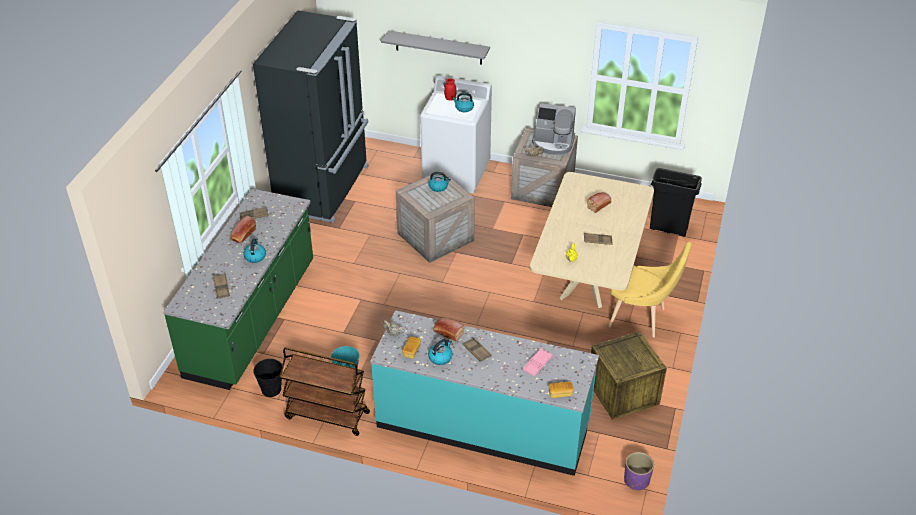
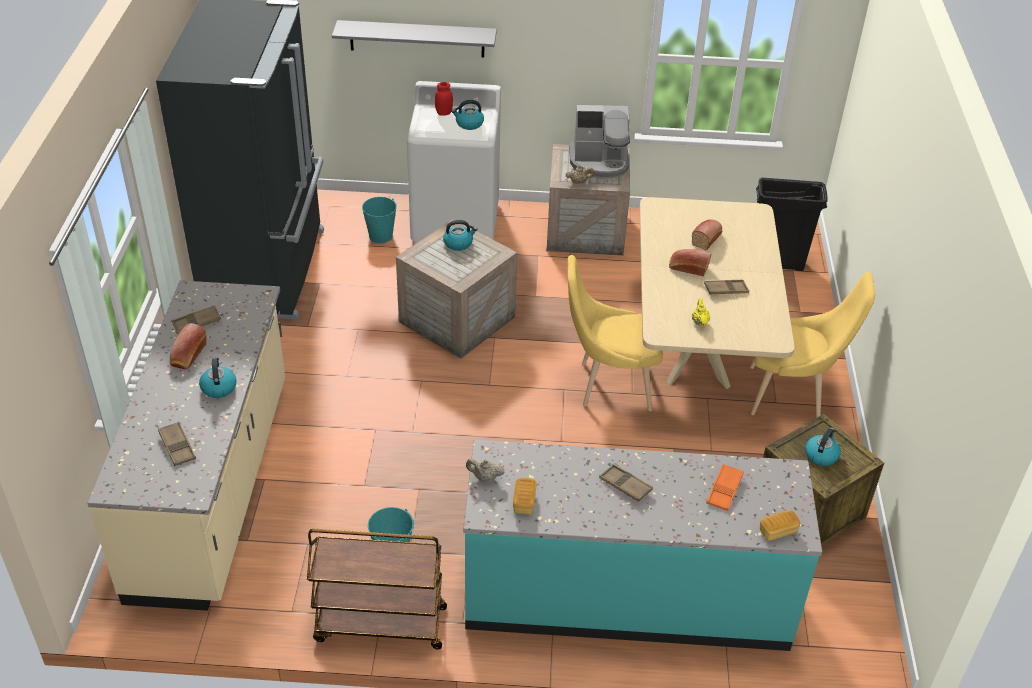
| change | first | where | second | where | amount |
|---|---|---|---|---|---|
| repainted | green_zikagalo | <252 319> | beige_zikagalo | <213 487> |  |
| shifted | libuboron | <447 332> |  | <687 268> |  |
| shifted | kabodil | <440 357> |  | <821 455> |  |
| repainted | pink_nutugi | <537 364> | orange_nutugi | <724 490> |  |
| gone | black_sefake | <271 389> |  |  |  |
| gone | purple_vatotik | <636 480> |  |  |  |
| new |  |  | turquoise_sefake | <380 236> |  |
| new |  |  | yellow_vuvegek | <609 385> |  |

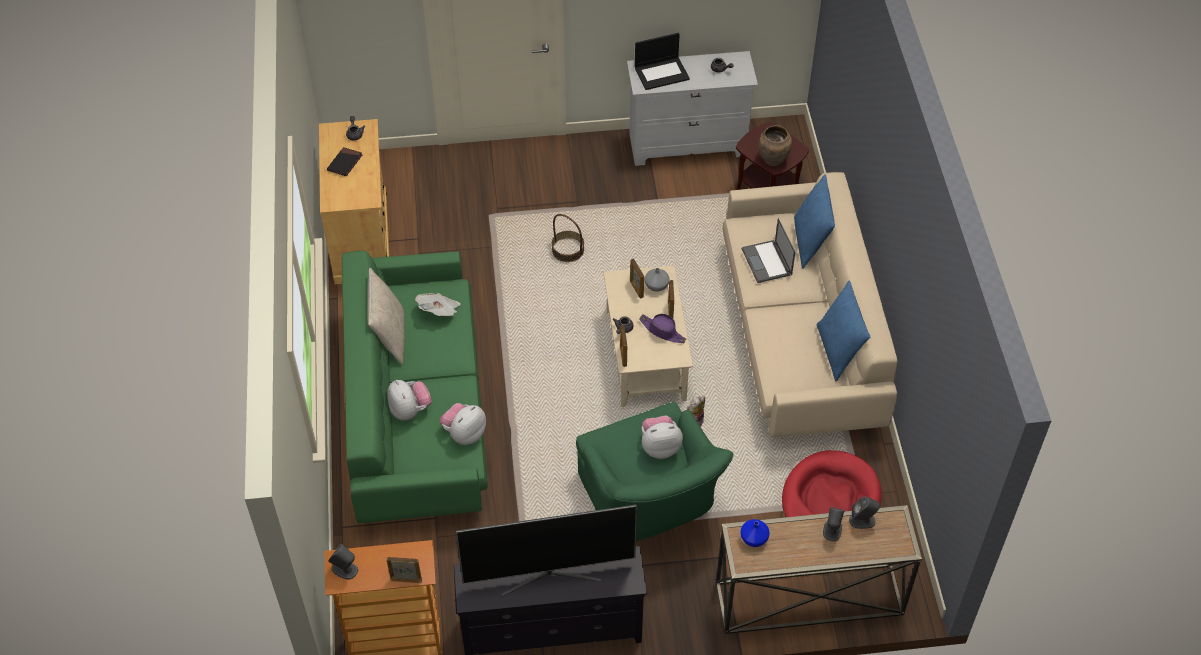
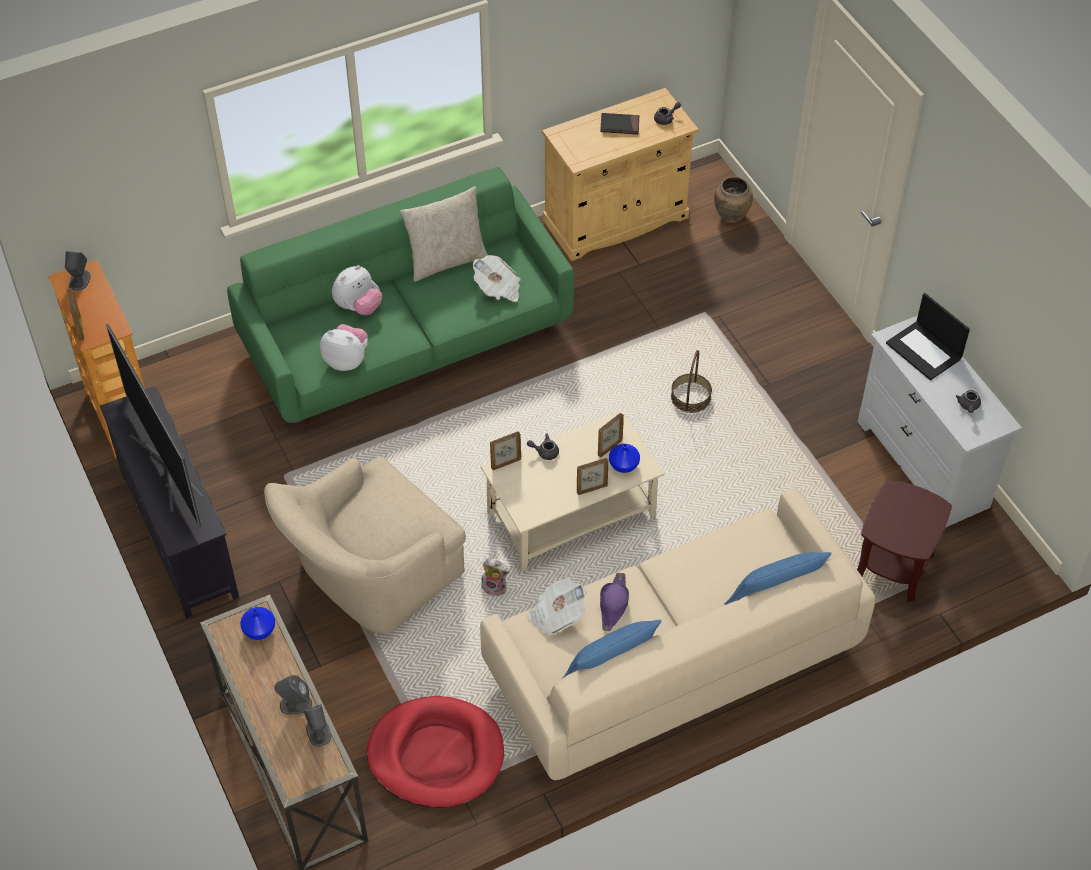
| change | first | where | second | where | amount |
|---|---|---|---|---|---|
| shifted | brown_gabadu | <773 160> |  | <731 217> |  |
| gone | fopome | <767 262> |  |  |  |
| repainted | grey_gabadu | <656 286> | blue_gabadu | <623 465> |  |
| shifted | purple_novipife | <662 331> |  | <613 604> |  |
| repainted | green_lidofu | <650 501> | beige_lidofu | <369 576> |  |
| gone | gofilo | <660 447> |  |  |  |
| new |  |  | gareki | <556 615> |  |

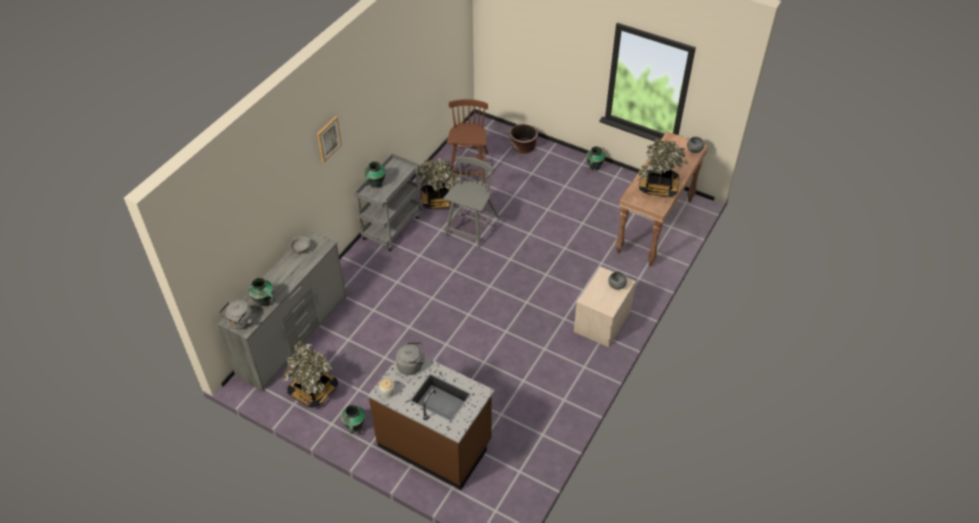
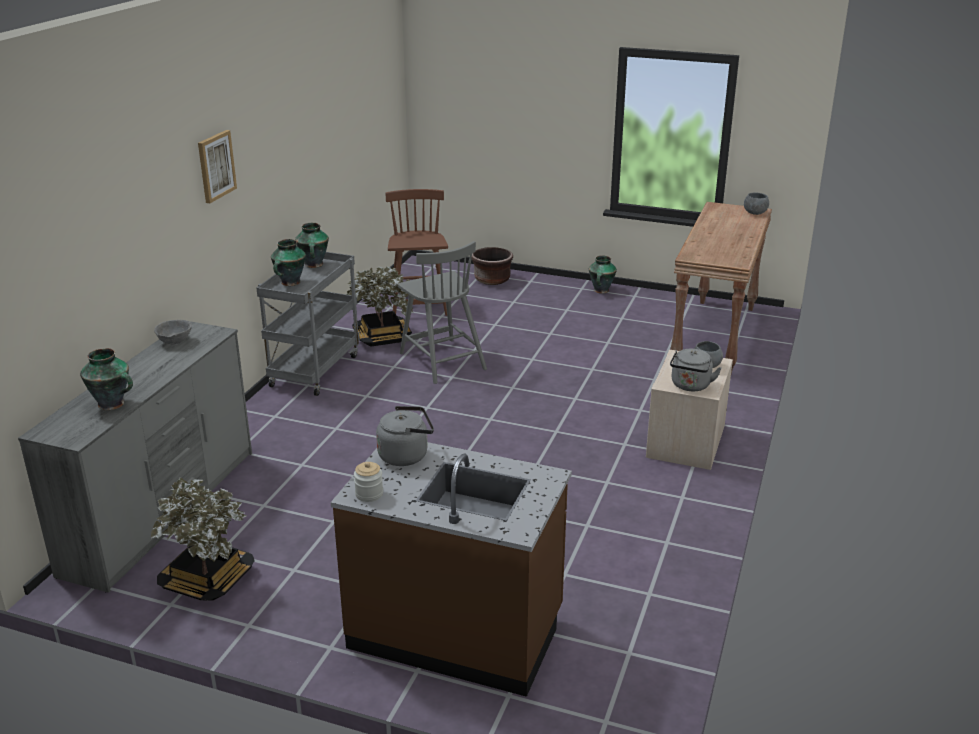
| change | first | where | second | where | amount |
|---|---|---|---|---|---|
| gone | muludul | <658 187> |  |  |  |
| rotated | grey_vuvegek | <472 227> |  | <442 360> | 135 degrees clockwise |
| shifted | grey_kabodil | <240 323> |  | <690 386> |  |
| shifted | gabadu | <355 427> |  | <314 265> |  |

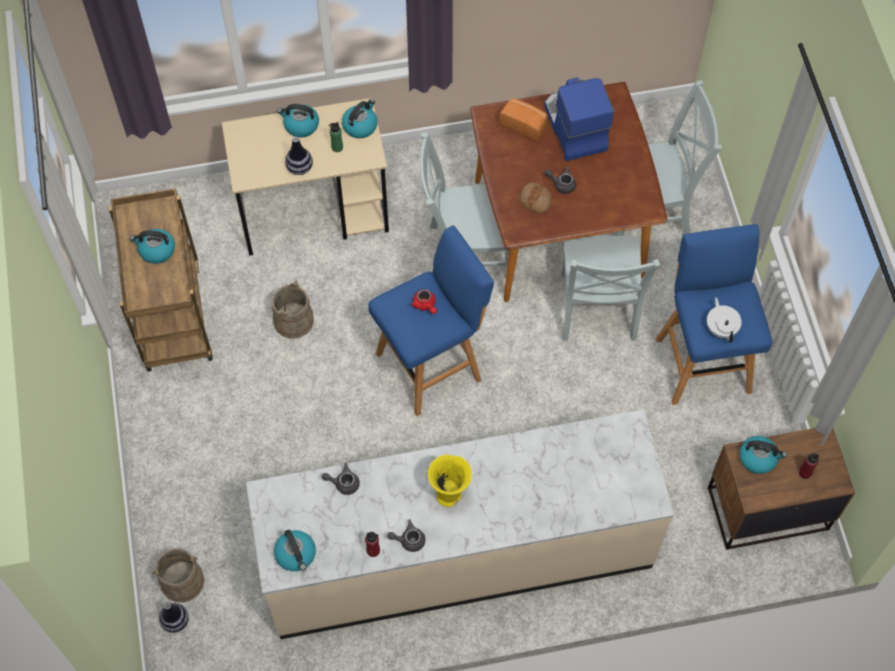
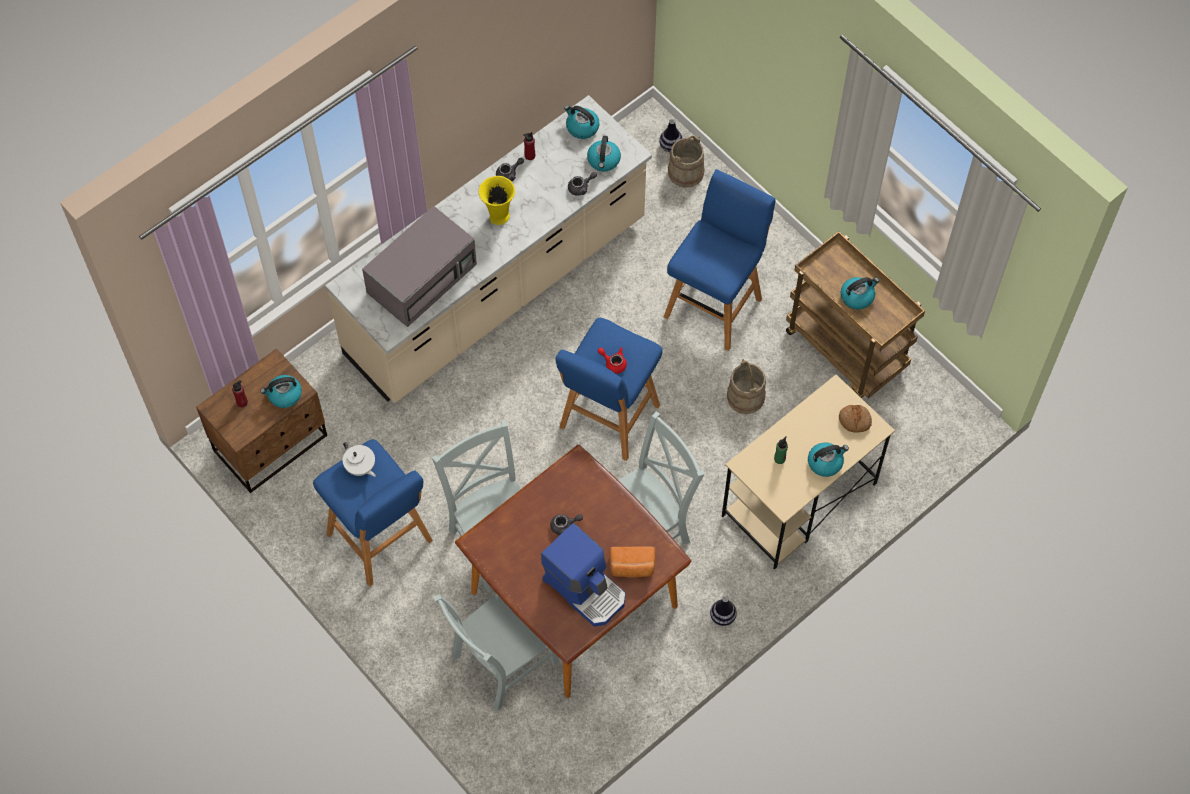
| change | first | where | second | where | amount |
|---|---|---|---|---|---|
| shifted | kabodil | <360 125> |  | <604 160> |  |
| shifted | gabadu | <300 167> |  | <722 617> |  |
| shifted | libuboron | <535 200> |  | <854 420> |  |
| new |  |  | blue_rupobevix | <714 305> |  |
| new |  |  | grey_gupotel | <423 277> |  |

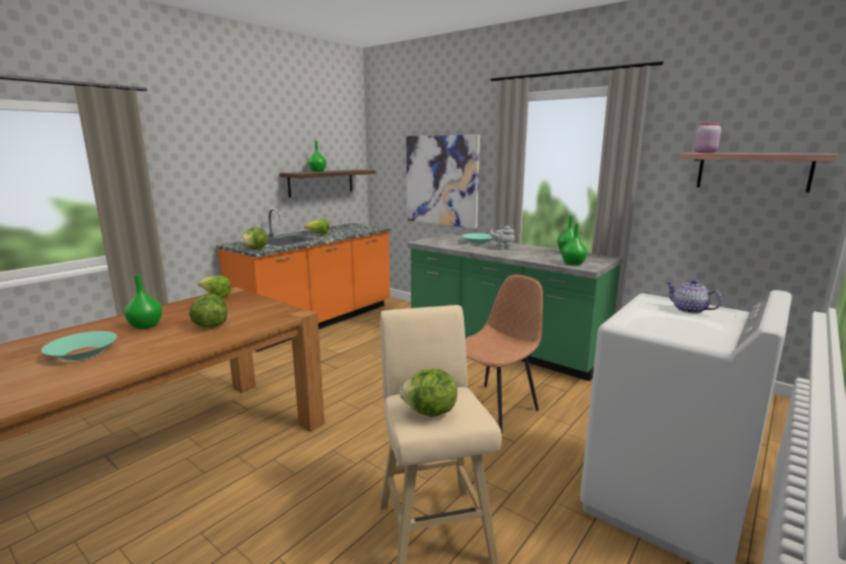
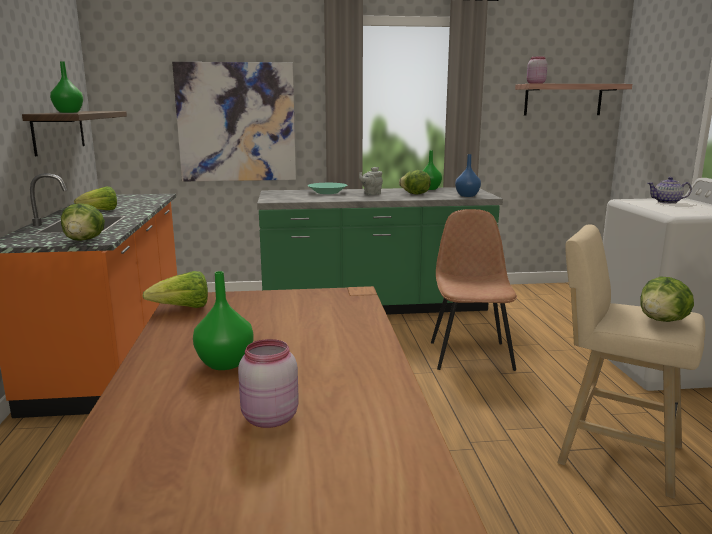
| change | first | where | second | where | amount |
|---|---|---|---|---|---|
| repainted | green_gabadu | <573 263> | blue_gabadu | <466 195> |  |
| shifted | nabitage | <210 326> |  | <415 194> |  |
| swapped | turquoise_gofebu | <82 353> | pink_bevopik | <268 418> |  |

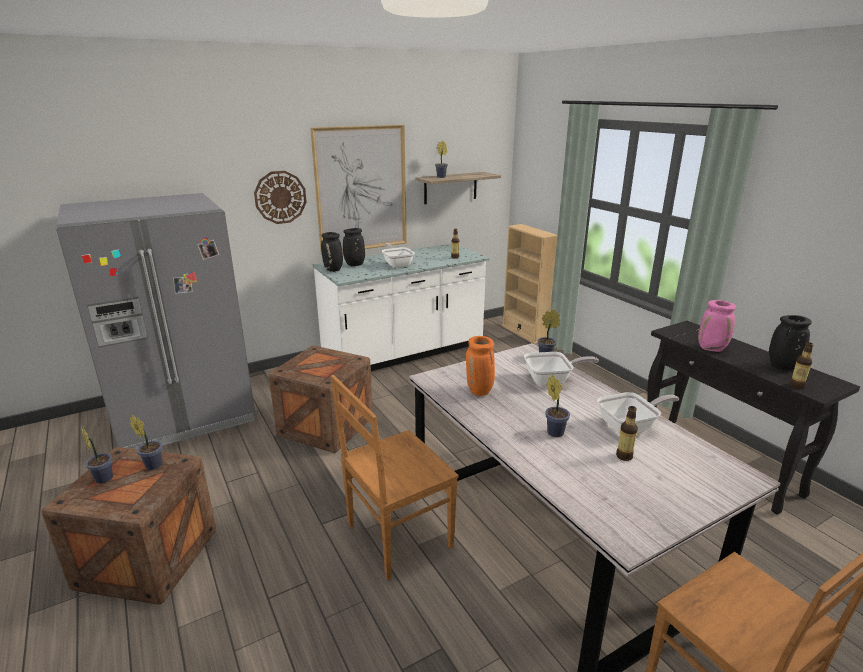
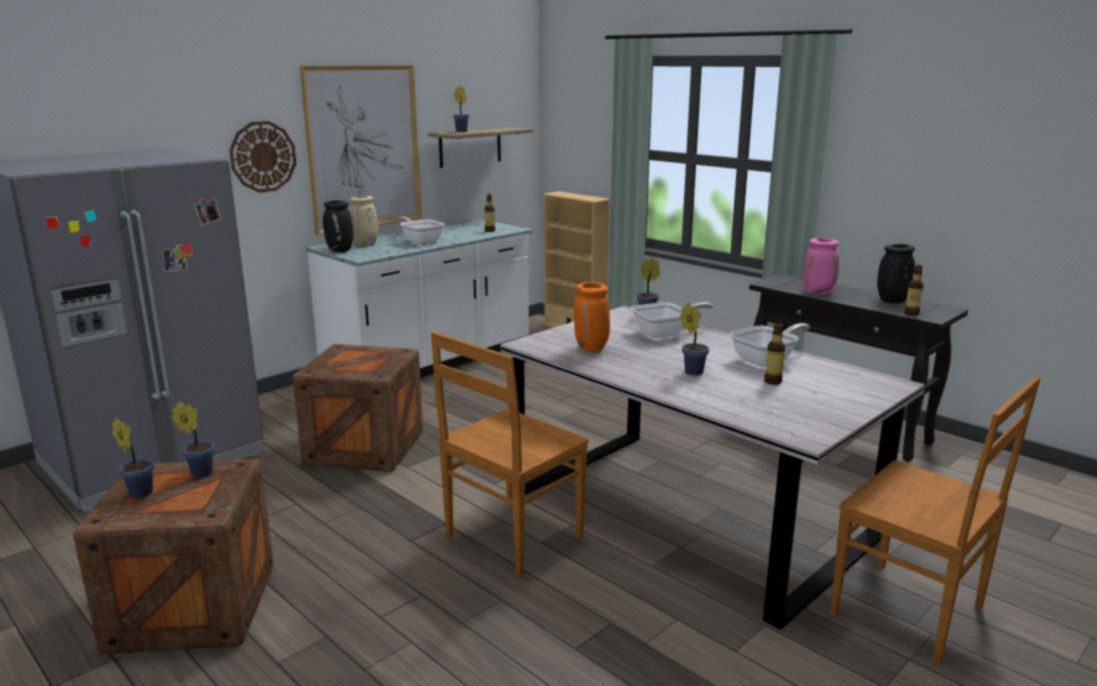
| change | first | where | second | where | amount |
|---|---|---|---|---|---|
| repainted | black_gabadu | <354 265> | beige_gabadu | <364 244> |  |

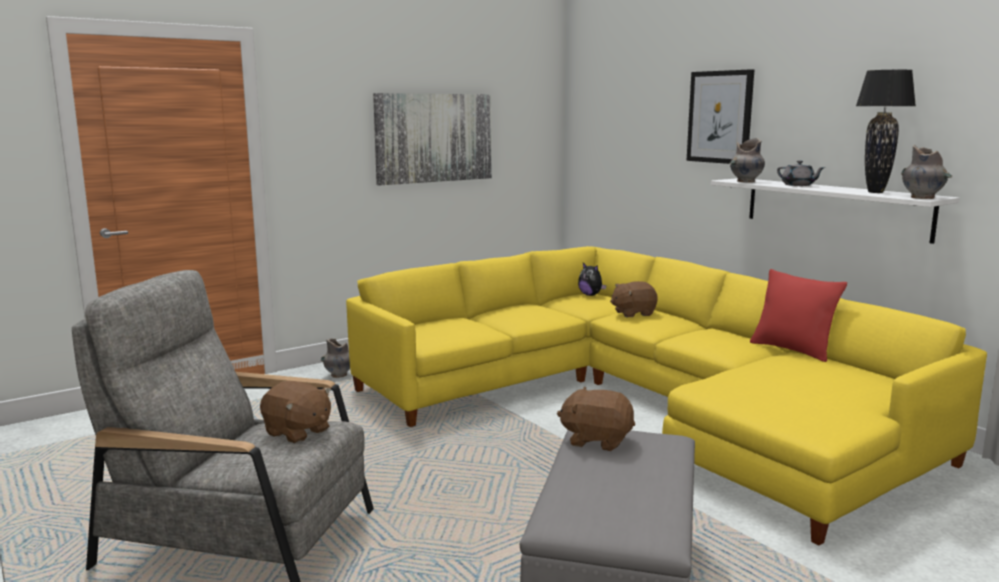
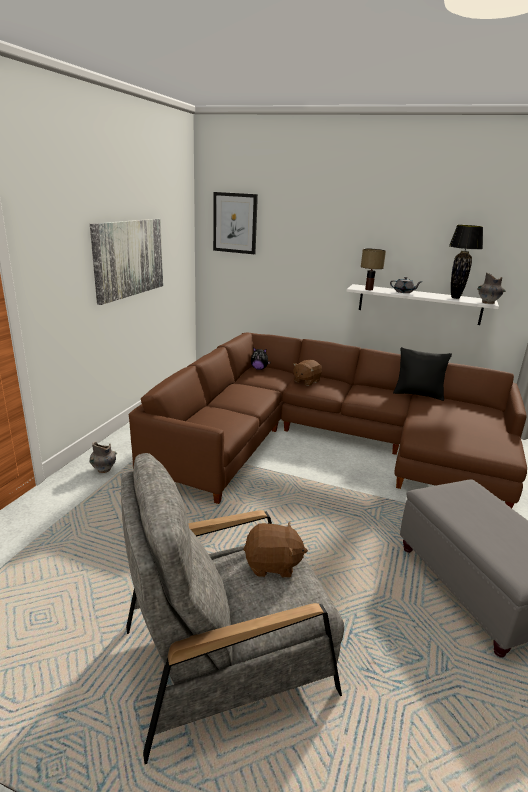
| change | first | where | second | where | amount |
|---|---|---|---|---|---|
| shifted | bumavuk | <720 117> |  | <235 223> |  |
| swapped | grey_gabadu | <745 181> | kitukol | <369 289> |  |
| repainted | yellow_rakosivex | <639 405> | brown_rakosivex | <327 442> |  |
| repainted | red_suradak | <792 350> | black_suradak | <418 394> |  |
| gone | brown_gofilo | <597 440> |  |  |  |

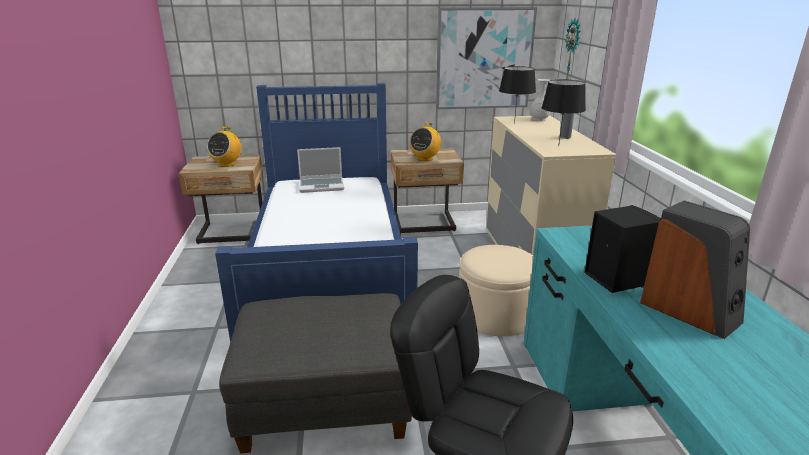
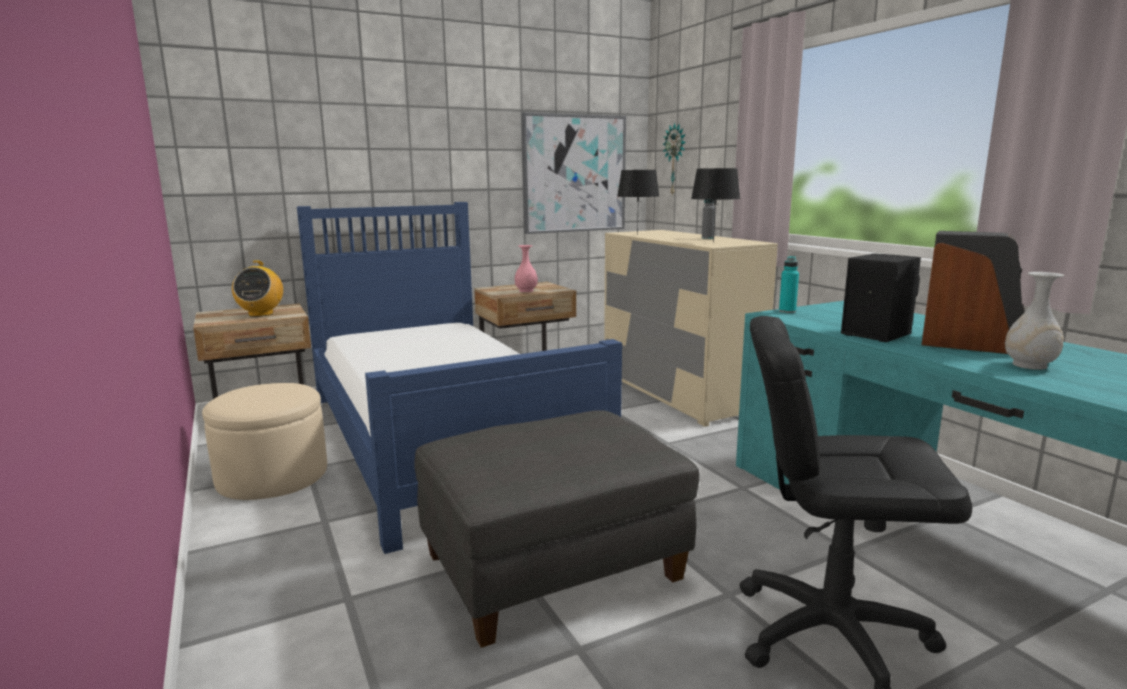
| change | first | where | second | where | amount |
|---|---|---|---|---|---|
| shifted | white_gabadu | <539 119> |  | <1030 365> |  |
| swapped | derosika | <425 159> | pink_gabadu | <526 291> |  |
| gone | fopome | <322 185> |  |  |  |
| shifted | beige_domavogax | <495 314> |  | <272 476> |  |
| new |  |  | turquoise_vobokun | <787 311> |  |

